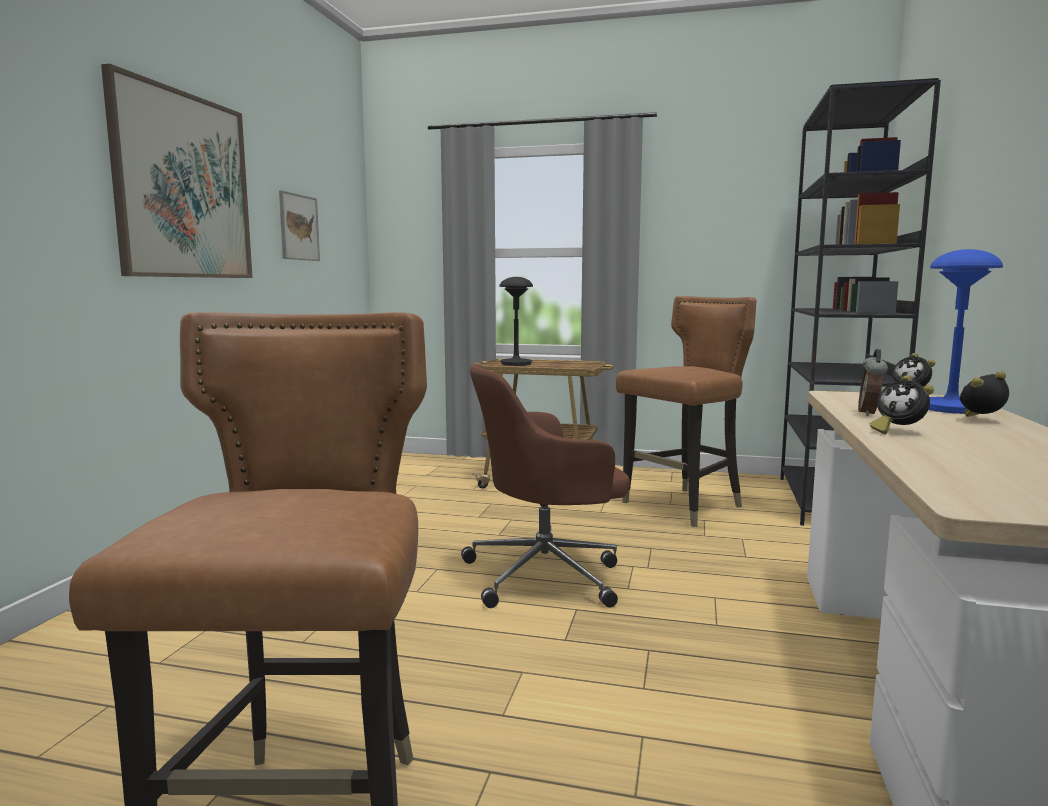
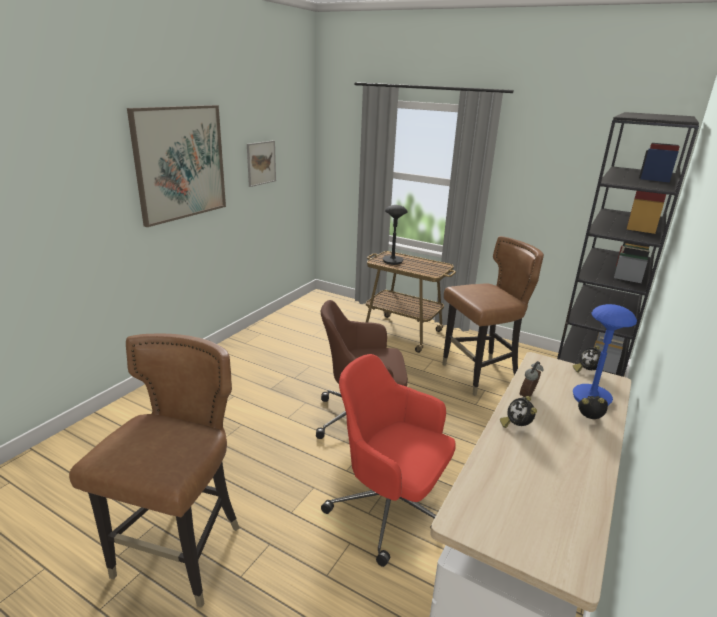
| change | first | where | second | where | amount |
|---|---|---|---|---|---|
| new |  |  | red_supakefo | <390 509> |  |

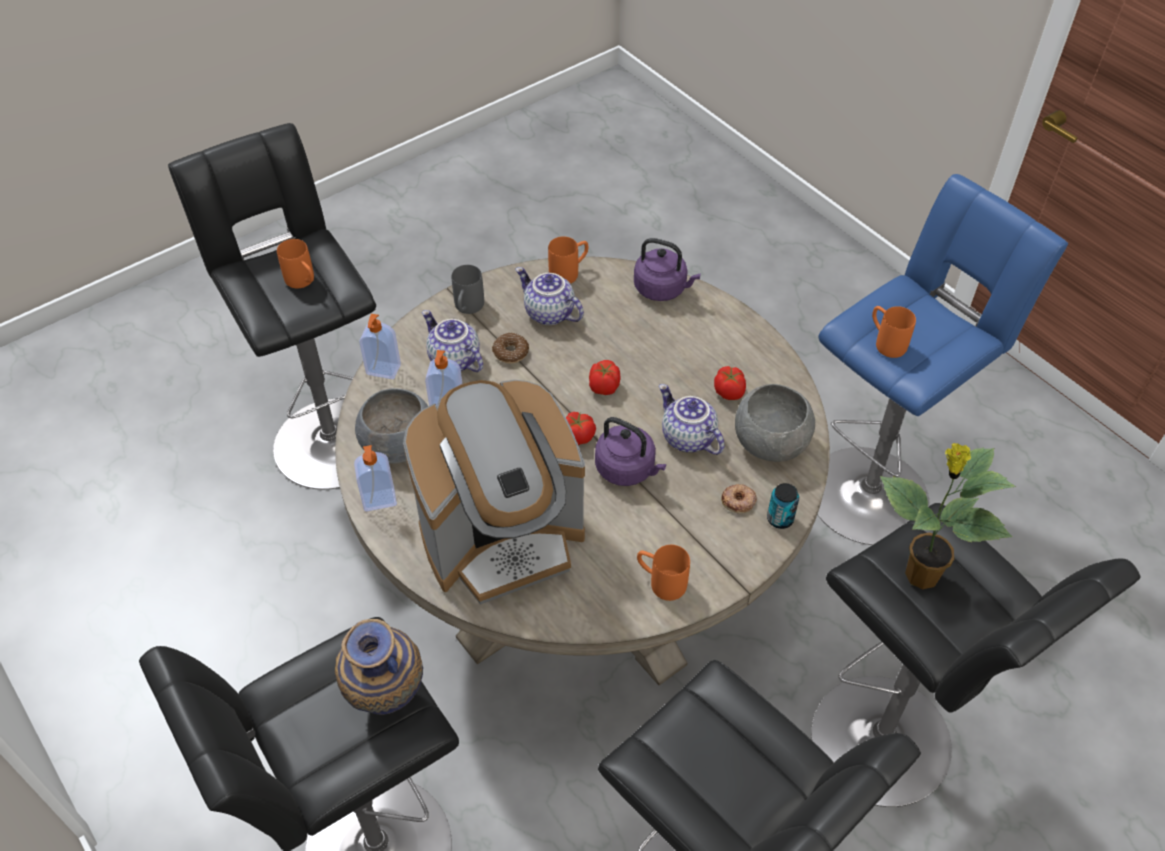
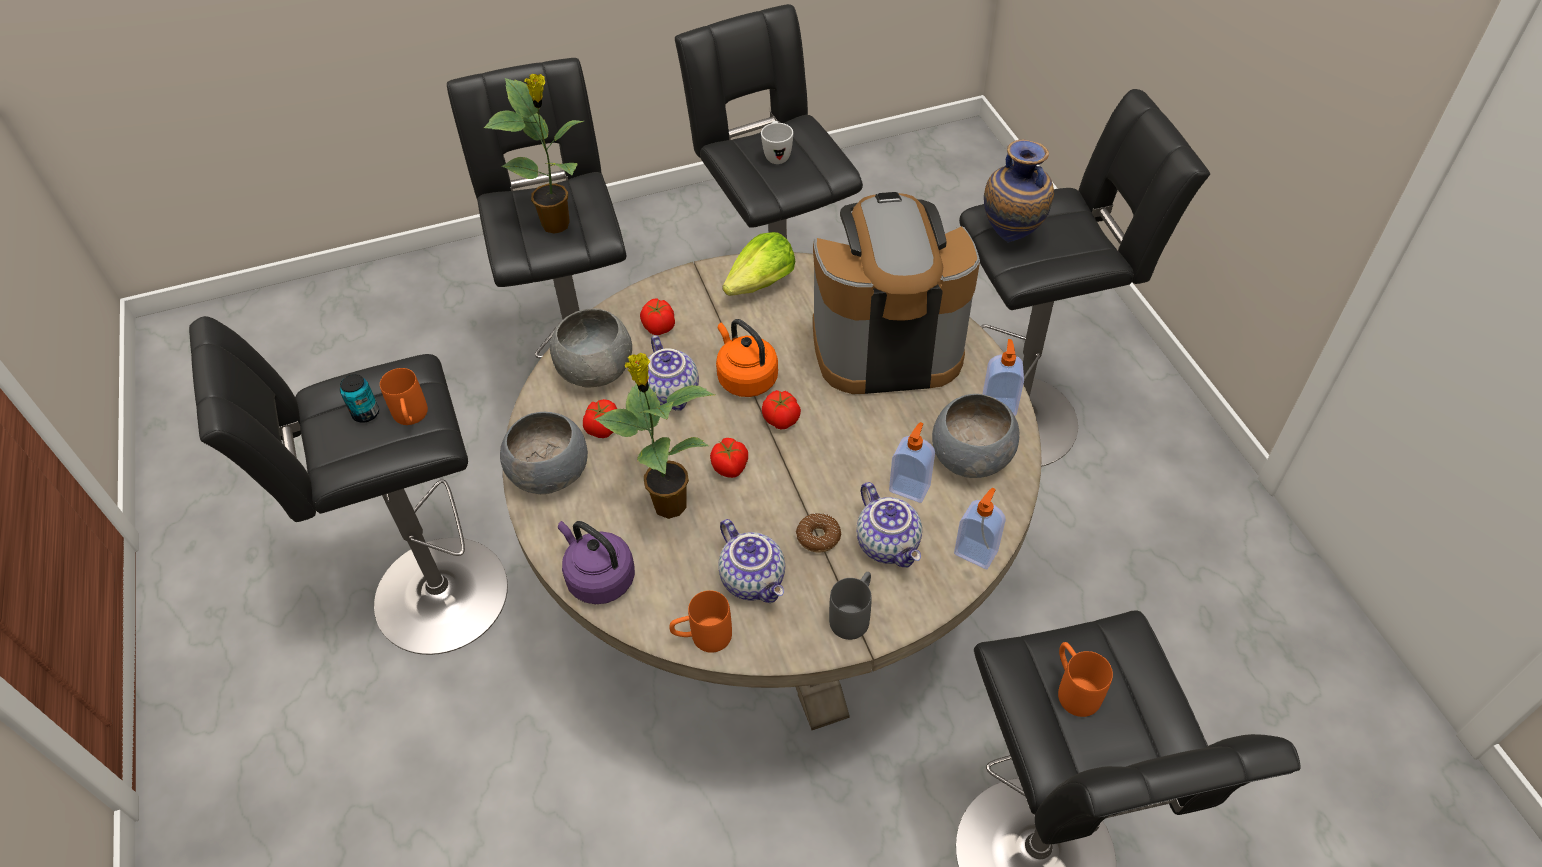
| change | first | where | second | where | amount |
|---|---|---|---|---|---|
| repainted | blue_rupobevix | <874 489> | black_rupobevix | <430 598> |  |
| repainted | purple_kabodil | <628 469> | orange_kabodil | <745 378> |  |
| shifted | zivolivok | <780 519> |  | <366 413> |  |
| swapped | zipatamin | <738 501> | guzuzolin | <658 327> |  |
| swapped | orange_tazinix | <660 582> | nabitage | <761 284> |  |
| new |  |  | white_tazinix | <777 155> |  |
| new |  |  | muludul | <667 503> |  |
| new |  |  | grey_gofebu | <551 473> |  |

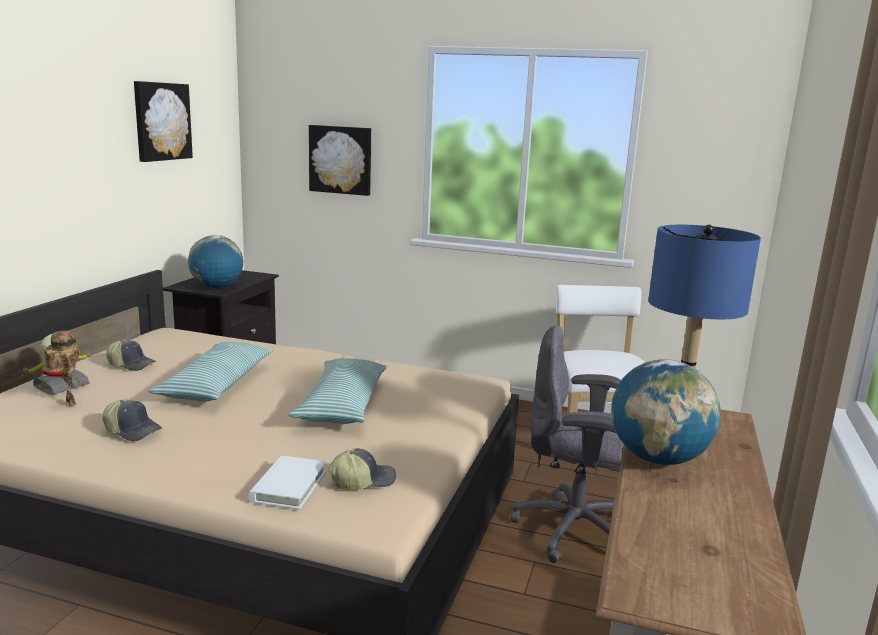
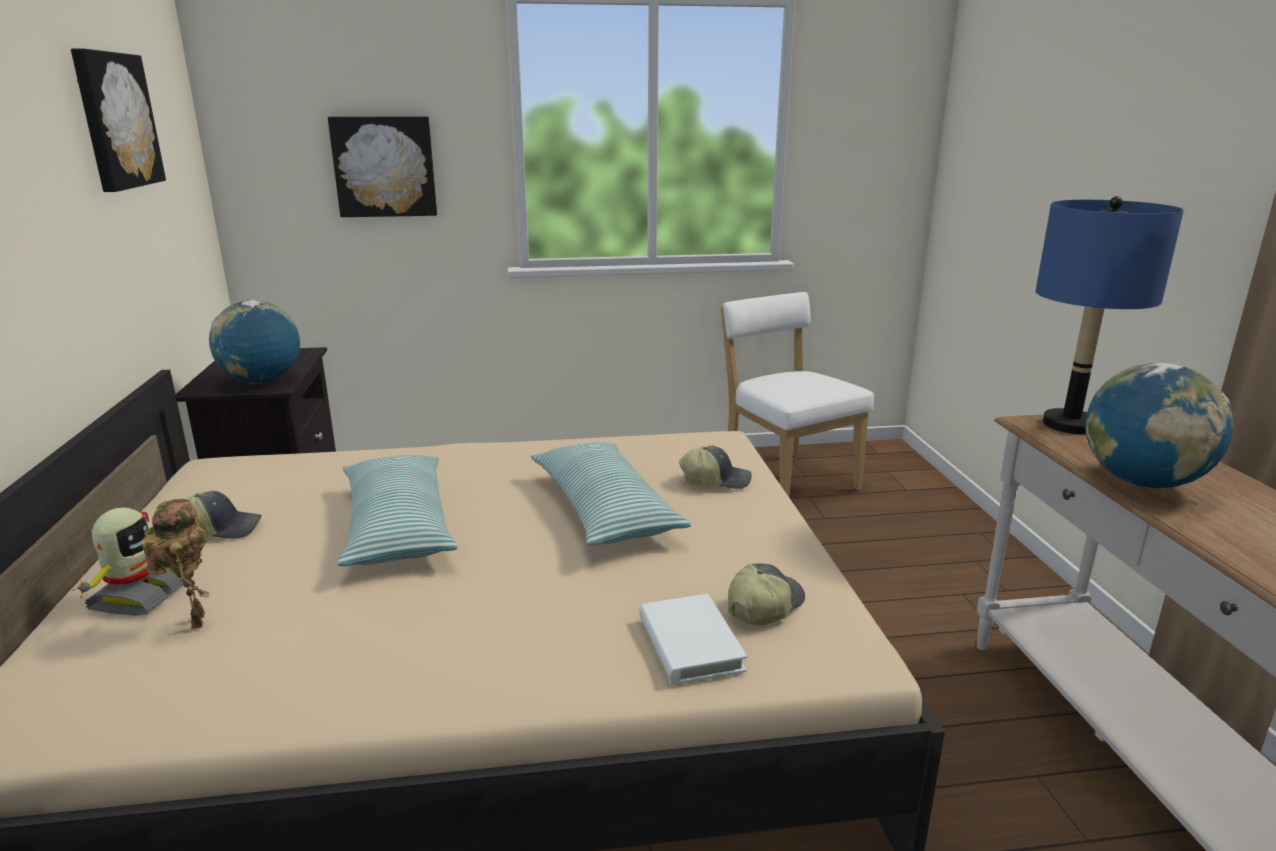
| change | first | where | second | where | amount |
|---|---|---|---|---|---|
| gone | grey_supakefo | <576 531> |  |  |  |
| rotated | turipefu | <68 403> |  | <194 620> | 45 degrees clockwise |
| shifted | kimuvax | <133 430> |  | <716 480> |  |

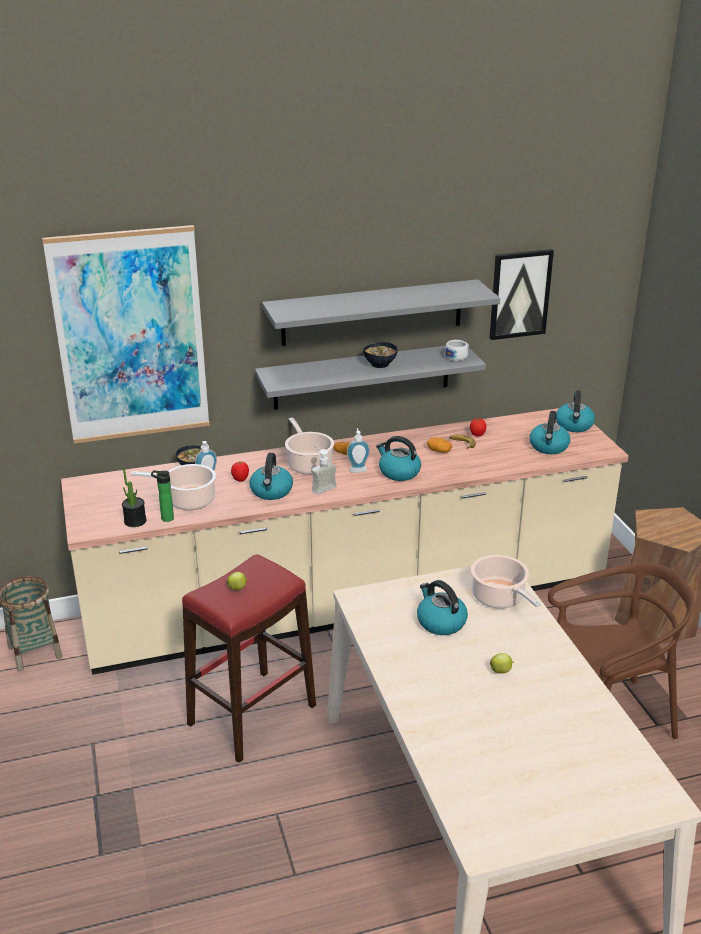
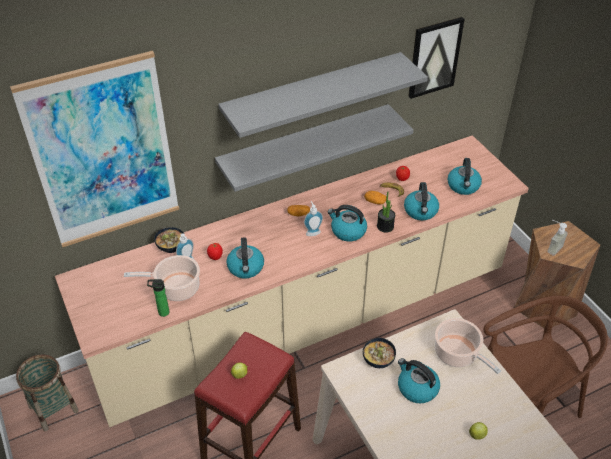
| change | first | where | second | where | amount |
|---|---|---|---|---|---|
| gone | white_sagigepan | <458 356> |  |  |  |
| shifted | gofebu | <380 364> |  | <378 361> |  |
| shifted | kabodil | <574 426> |  | <421 211> |  |
| gone | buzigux | <308 464> |  |  |  |
| shifted | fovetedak | <321 487> |  | <551 247> |  |
| shifted | muludul | <135 521> |  | <385 226> |  |

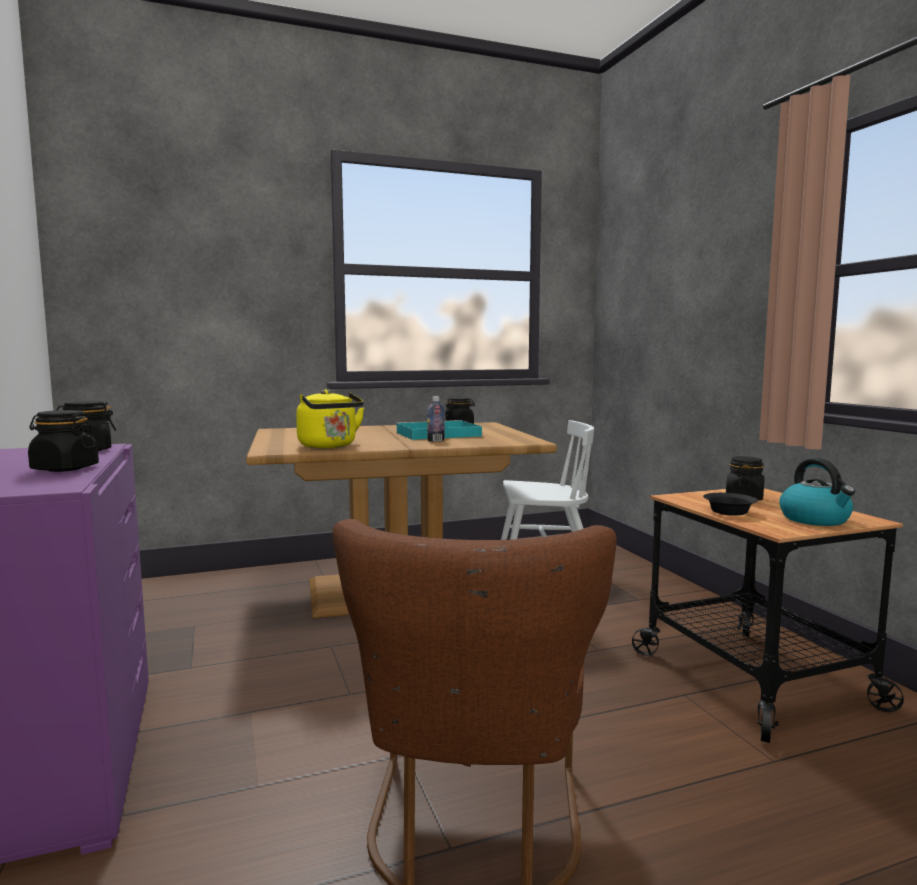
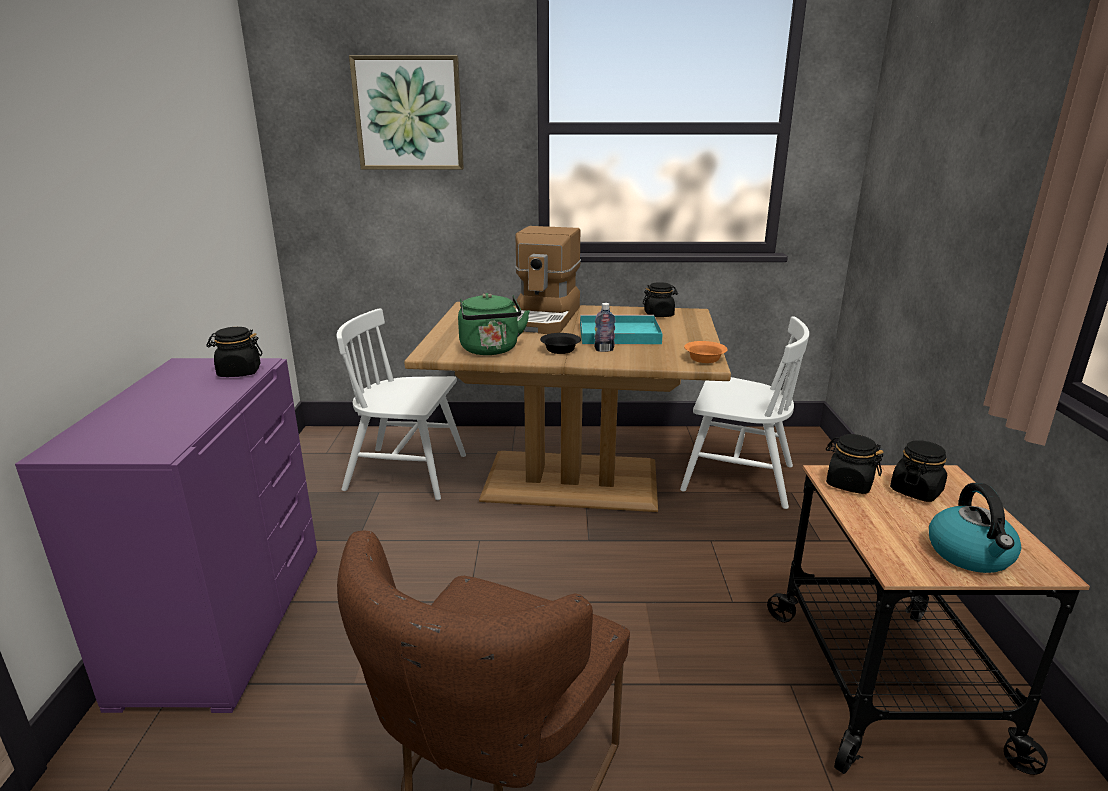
| change | first | where | second | where | amount |
|---|---|---|---|---|---|
| repainted | yellow_kabodil | <329 446> | green_kabodil | <490 350> |  |
| shifted | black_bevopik | <64 469> |  | <848 484> |  |
| shifted | black_gofebu | <729 512> |  | <560 350> |  |
| new |  |  | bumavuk | <409 114> |  |
| new |  |  | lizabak | <545 318> |  |
| new |  |  | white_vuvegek | <407 472> |  |
| new |  |  | orange_gofebu | <705 359> |  |

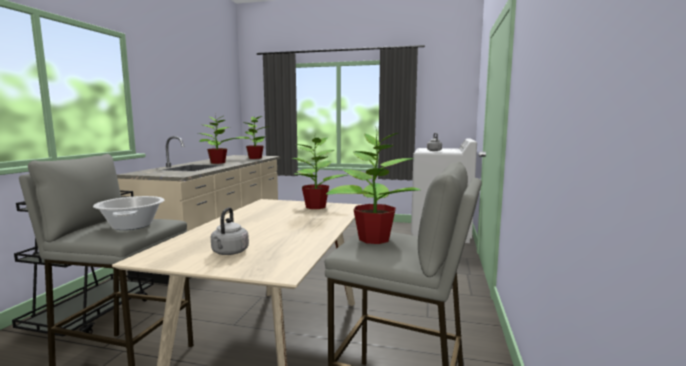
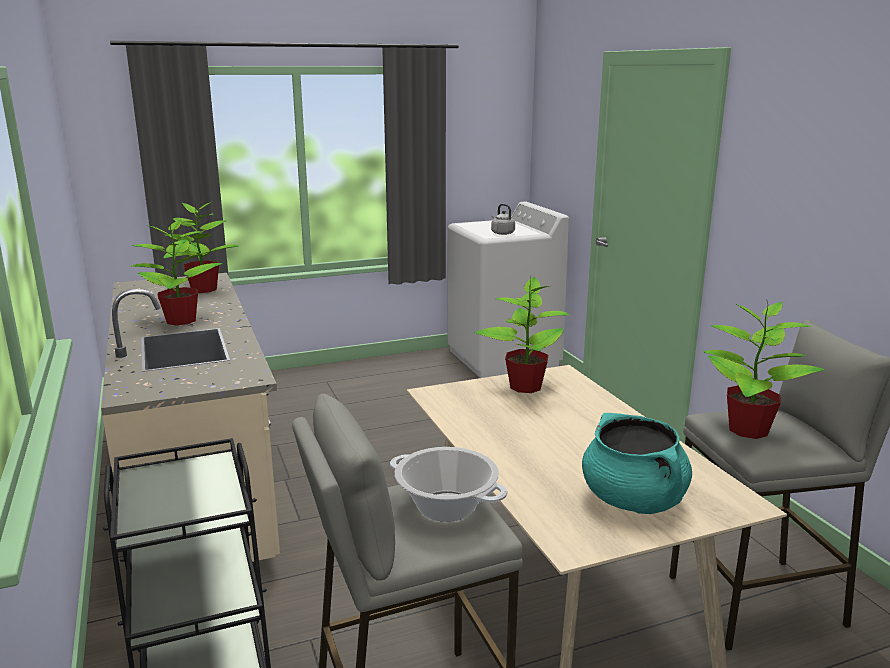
| change | first | where | second | where | amount |
|---|---|---|---|---|---|
| swapped | grey_kabodil | <229 253> | turquoise_buzigux | <633 500> |  |

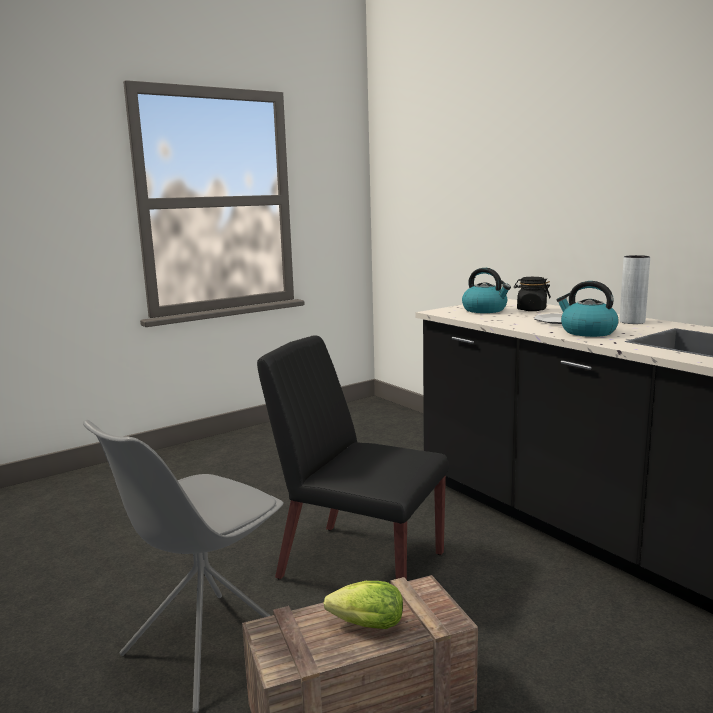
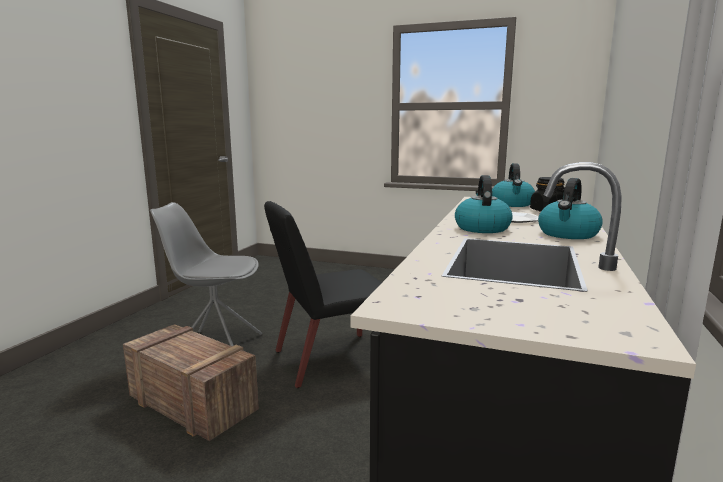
| change | first | where | second | where | amount |
|---|---|---|---|---|---|
| swapped | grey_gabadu | <632 322> | kabodil | <568 234> |  |
| rotated | black_vuvegek | <359 565> |  | <330 359> | 105 degrees counterclockwise |
| gone | nabitage | <363 625> |  |  |  |

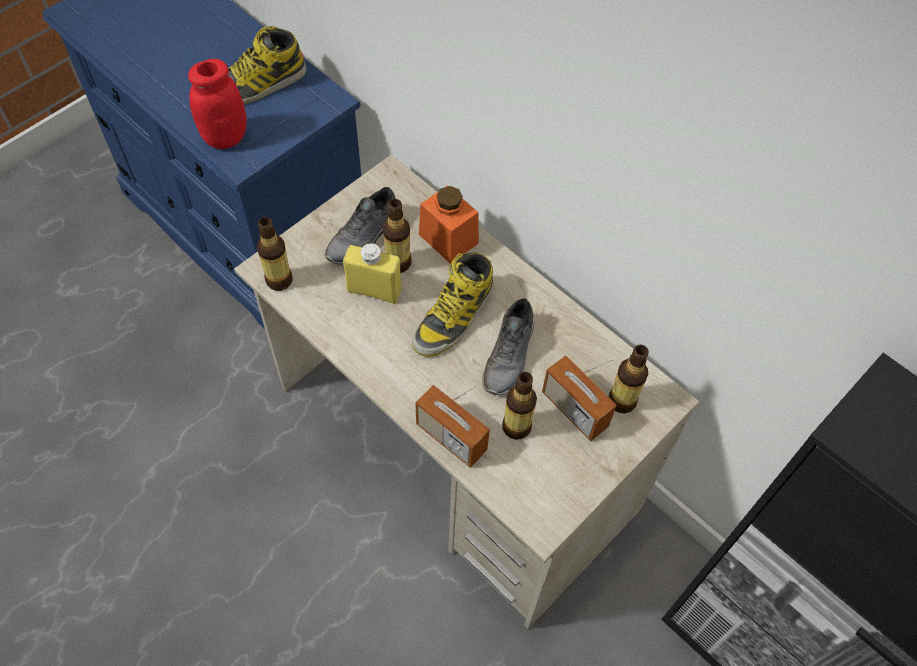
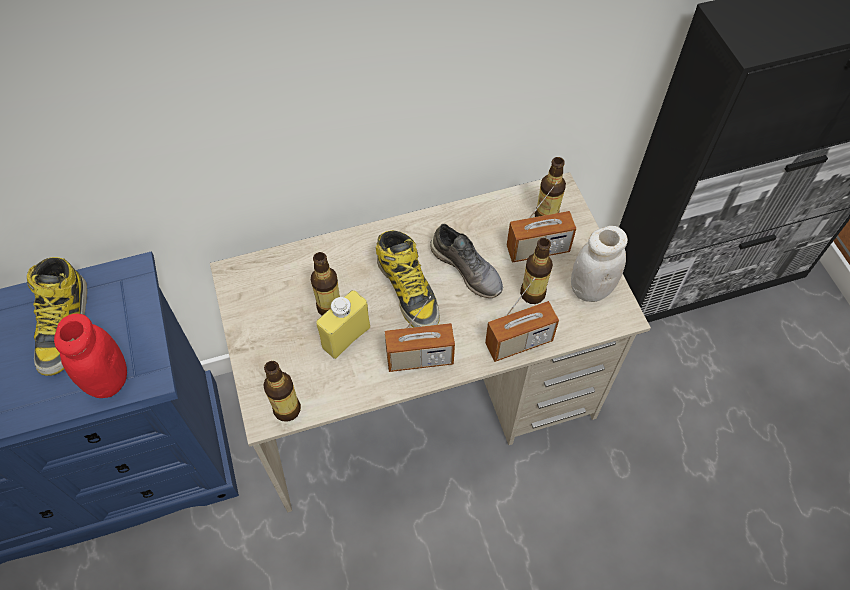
| change | first | where | second | where | amount |
|---|---|---|---|---|---|
| gone | orange_bevopik | <448 239> |  |  |  |
| gone | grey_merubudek | <365 237> |  |  |  |
| new |  |  | white_bevopik | <591 288> |  |
| new |  |  | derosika | <419 358> |  |

